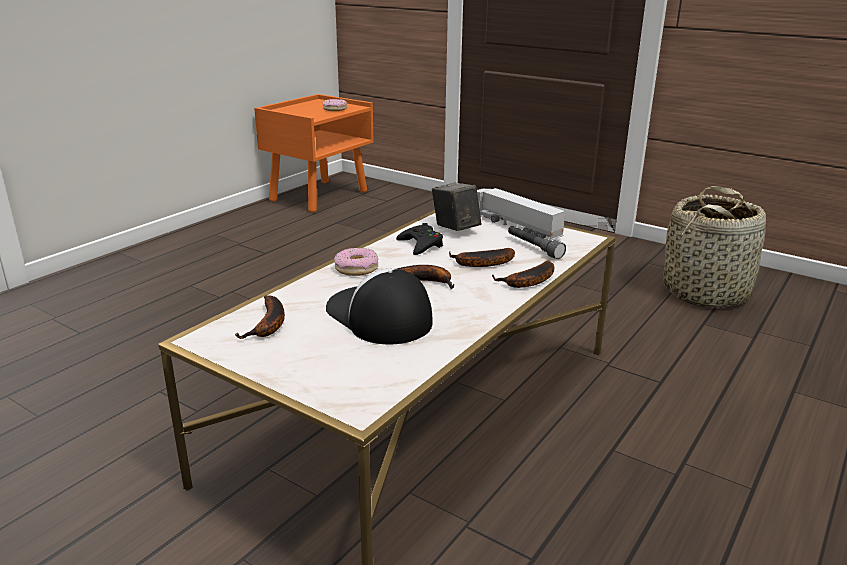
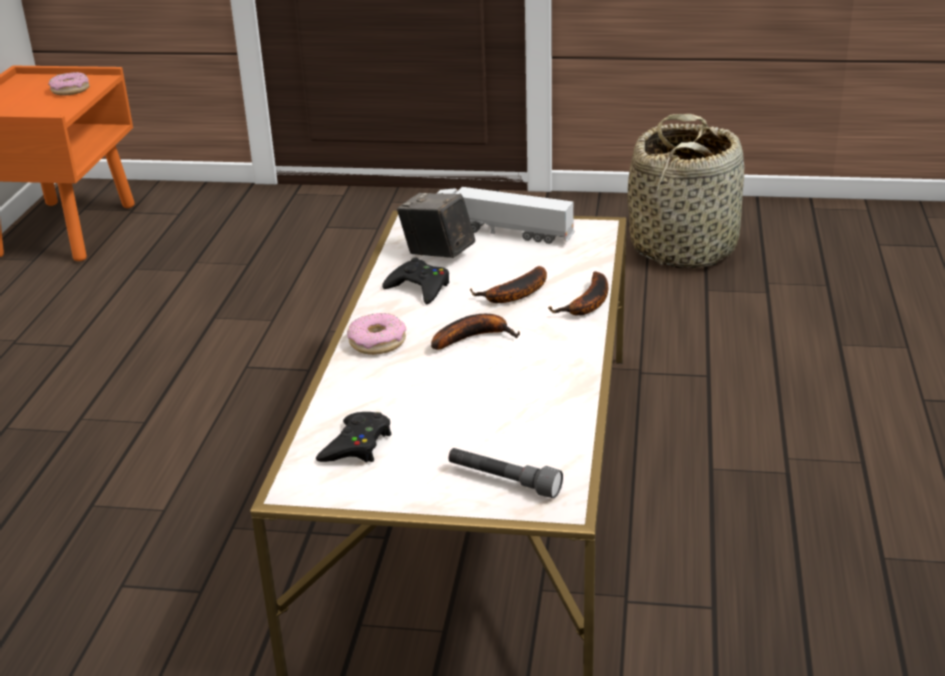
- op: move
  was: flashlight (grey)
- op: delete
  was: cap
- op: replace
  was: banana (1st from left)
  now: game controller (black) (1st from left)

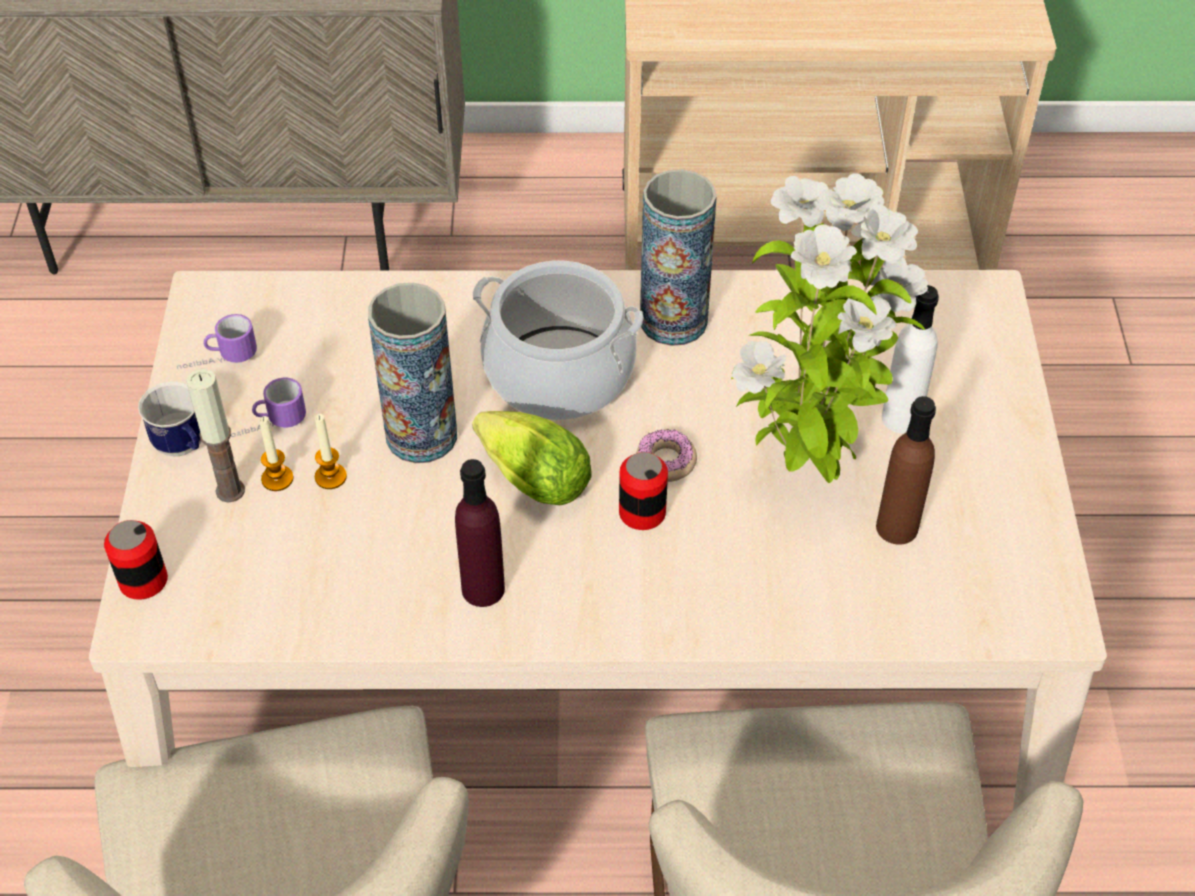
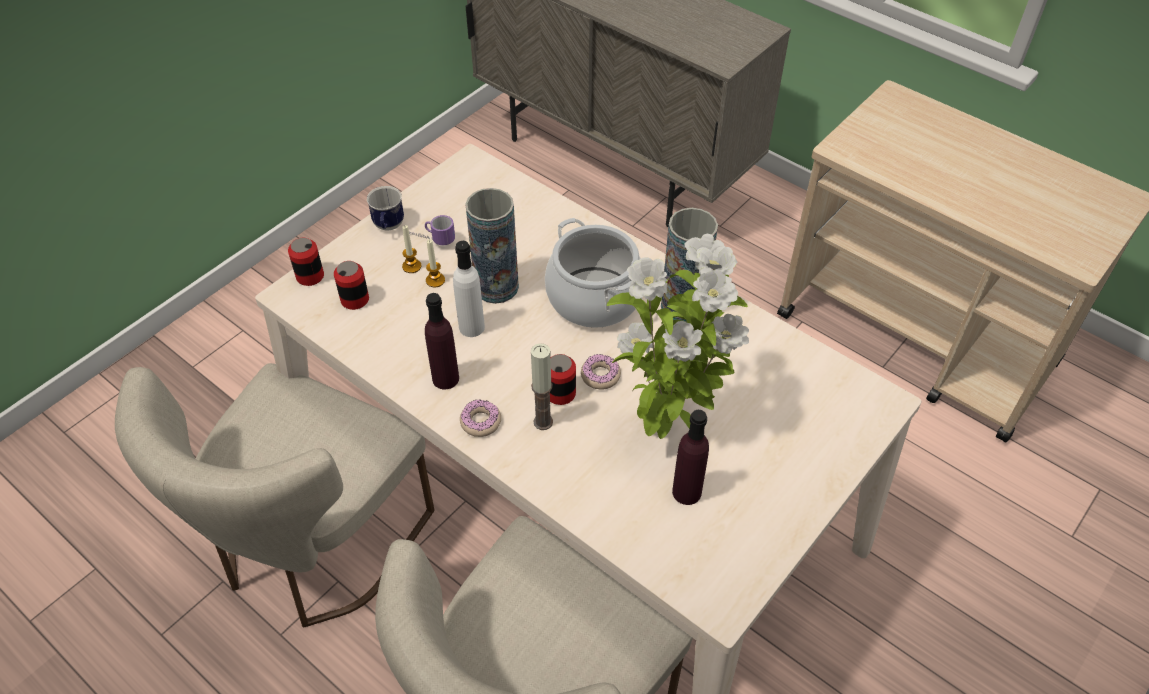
- op: move
  was: bottle (white)
- op: delete
  was: mug (2nd from left)
- op: move
  was: candle (1st from left in the first image)
  now: candle (3rd from left)
- op: recolor
  was: bottle (brown)
  now: bottle (purple) (2nd from left)
- op: delete
  was: lettuce
- op: insert
  now: can (2nd from left)
- op: insert
  now: donut (1st from left)

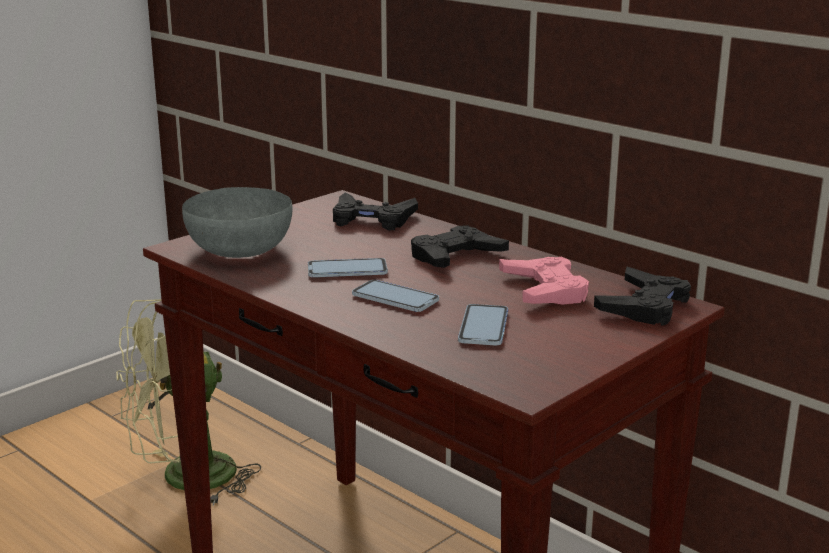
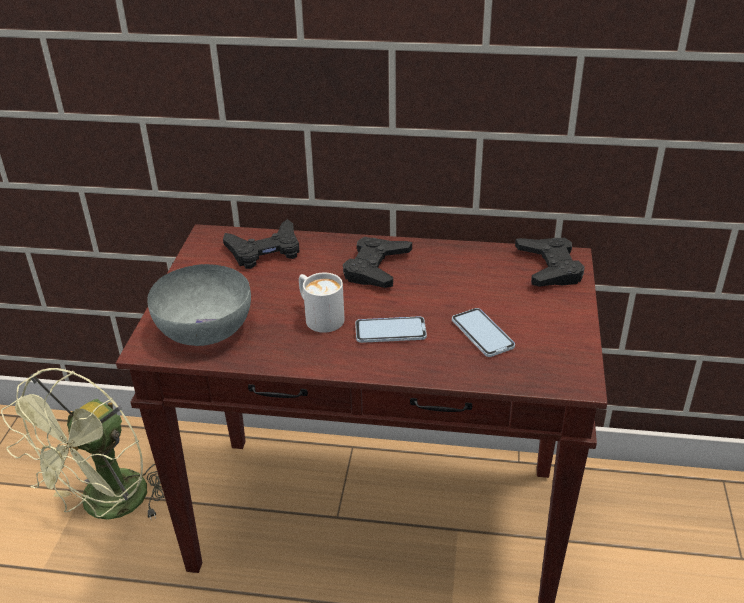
- op: delete
  was: game controller (pink)
- op: replace
  was: phone (1st from left)
  now: mug (white)

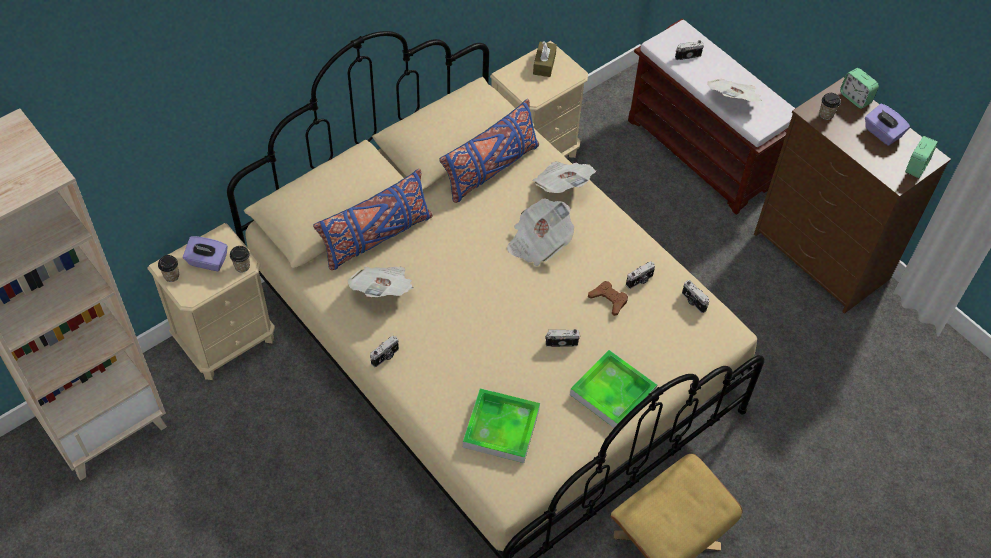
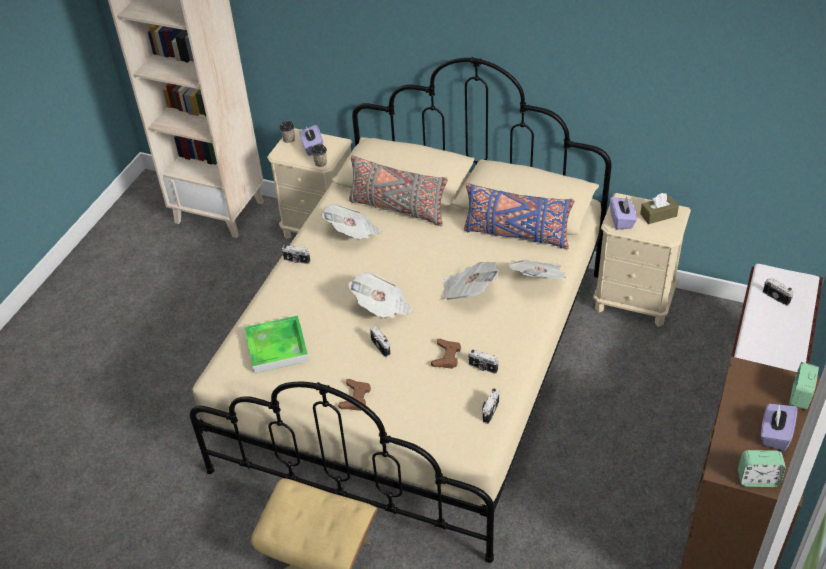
- op: move
  was: newspaper (4th from left in the first image)
  now: newspaper (2nd from left)
- op: delete
  was: cup (3rd from left)
- op: recolor
  was: pillow (blue) (1st from left)
  now: pillow (grey)
- op: replace
  was: tray (2nd from left)
  now: game controller (brown) (1st from left)
- op: insert
  now: tissue box (purple) (2nd from left)

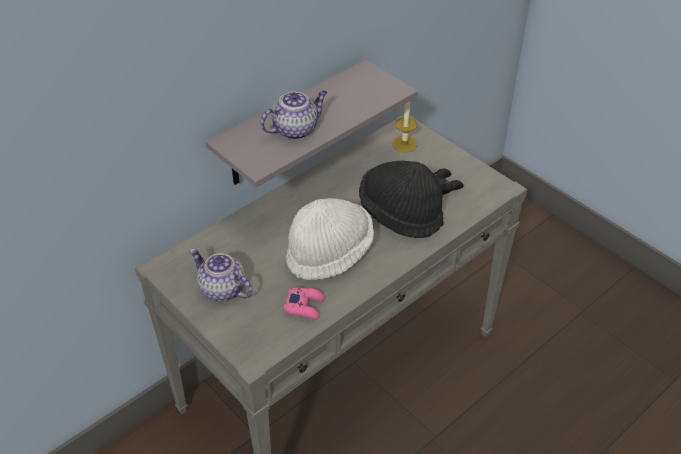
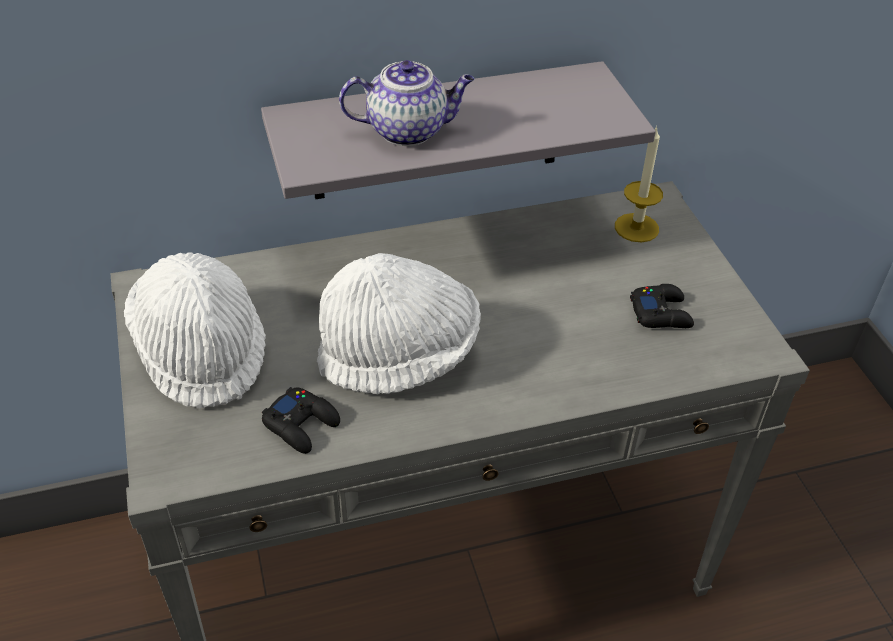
- op: delete
  was: hat (black)
- op: replace
  was: teapot (1st from left)
  now: hat (white) (1st from left)
- op: recolor
  was: game controller (pink)
  now: game controller (black) (1st from left)

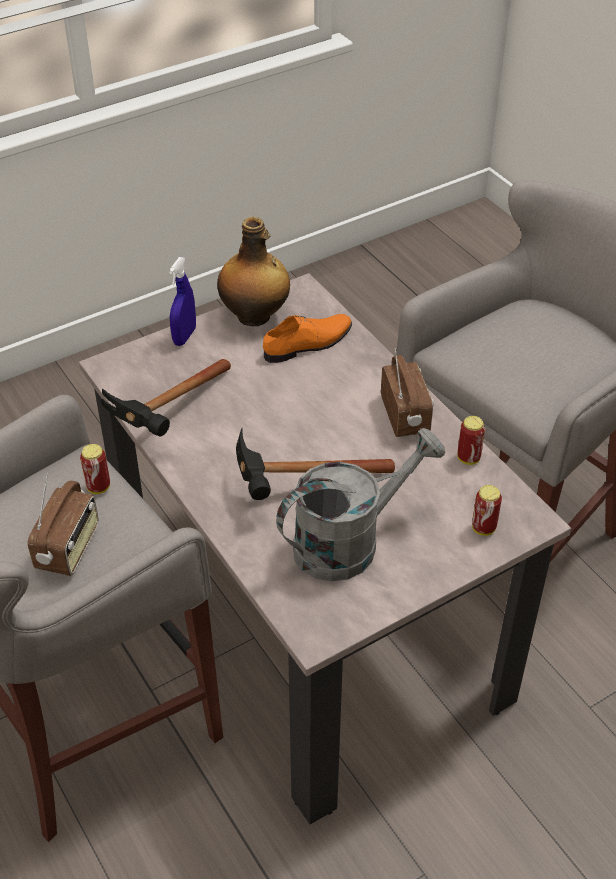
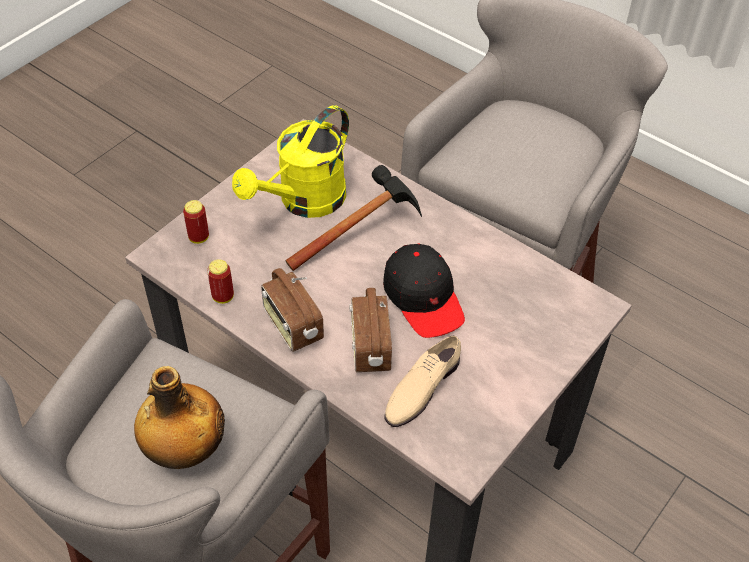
- op: move
  was: bottle
- op: delete
  was: spray bottle (blue)
- op: recolor
  was: shoe (orange)
  now: shoe (beige)
- op: delete
  was: hammer (1st from left)
- op: recolor
  was: watering can (grey)
  now: watering can (yellow)
- op: delete
  was: can (1st from left)
- op: move
  was: radio (1st from left in the first image)
  now: radio (2nd from left)
- op: insert
  now: cap (black)

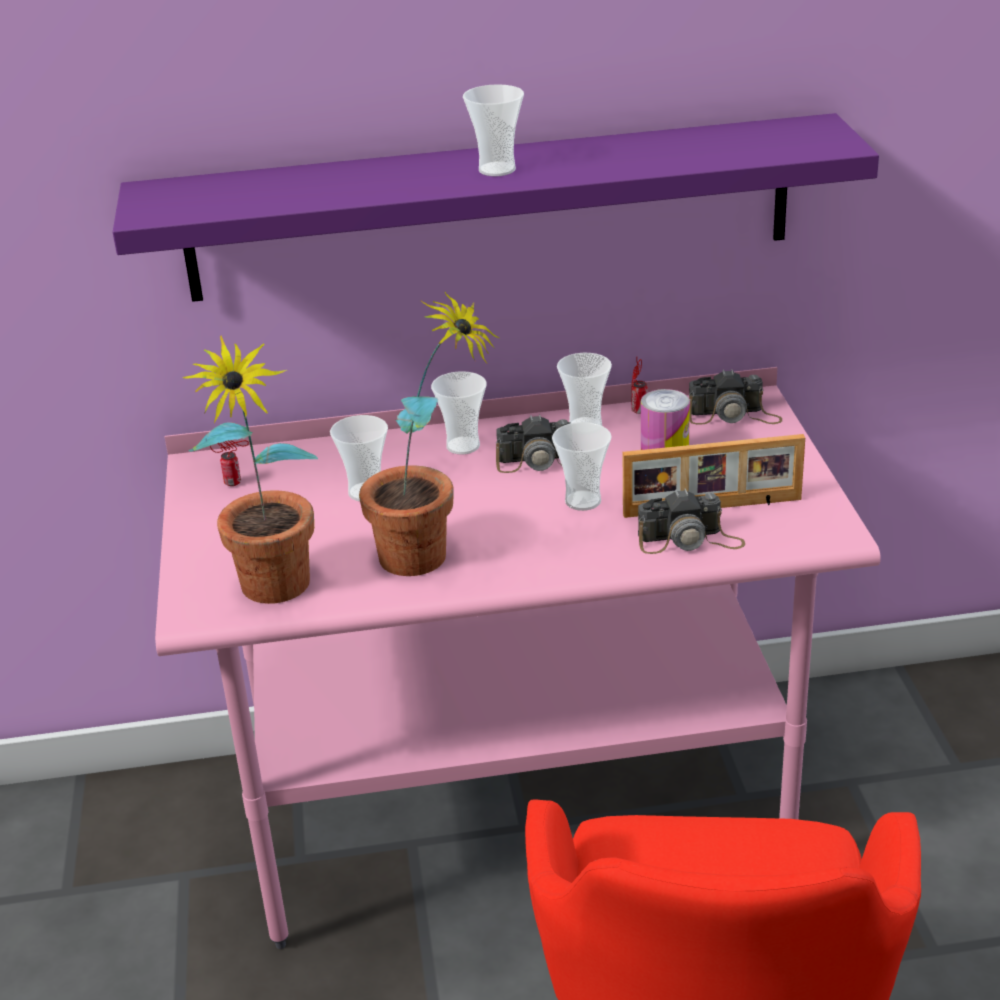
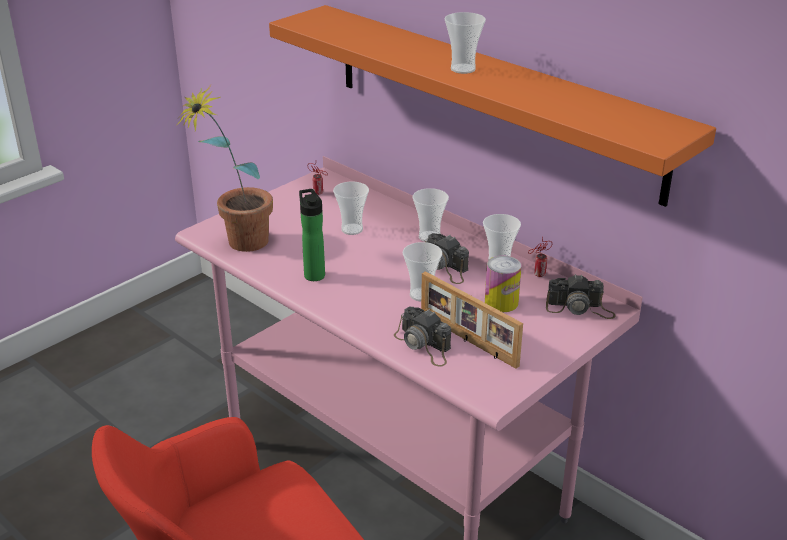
- op: recolor
  was: shelf (purple)
  now: shelf (orange)
- op: replace
  was: potted plant (2nd from left)
  now: bottle
- op: rotate
  was: photo camera (3rd from left)
  clockwise: -45

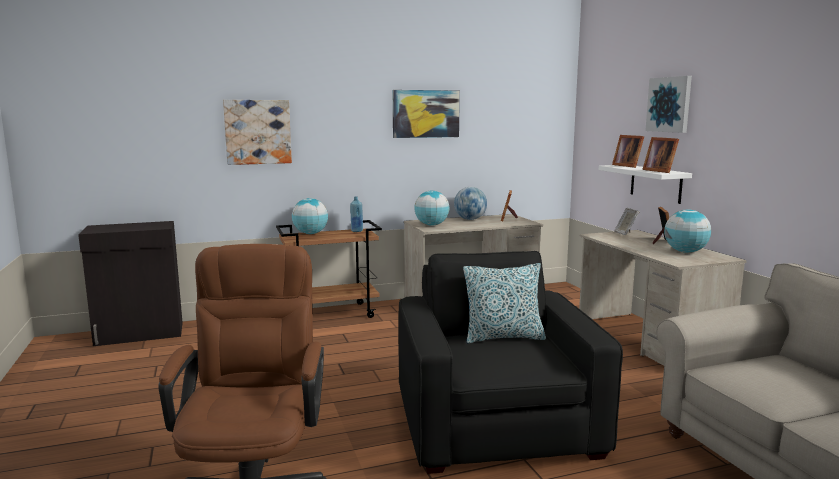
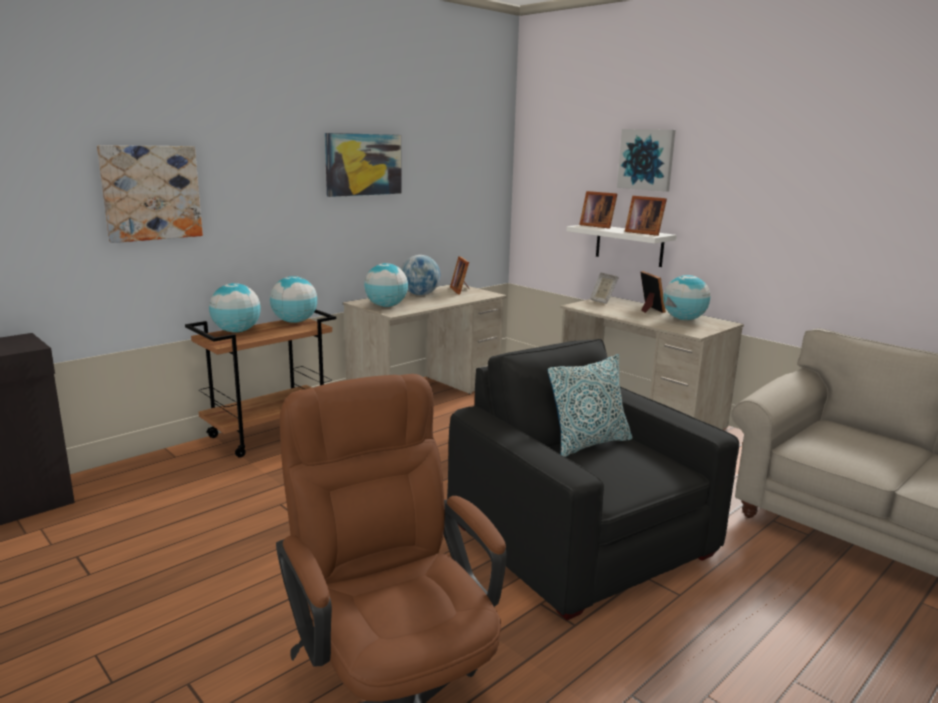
- op: replace
  was: bottle (blue)
  now: globe (2nd from left)

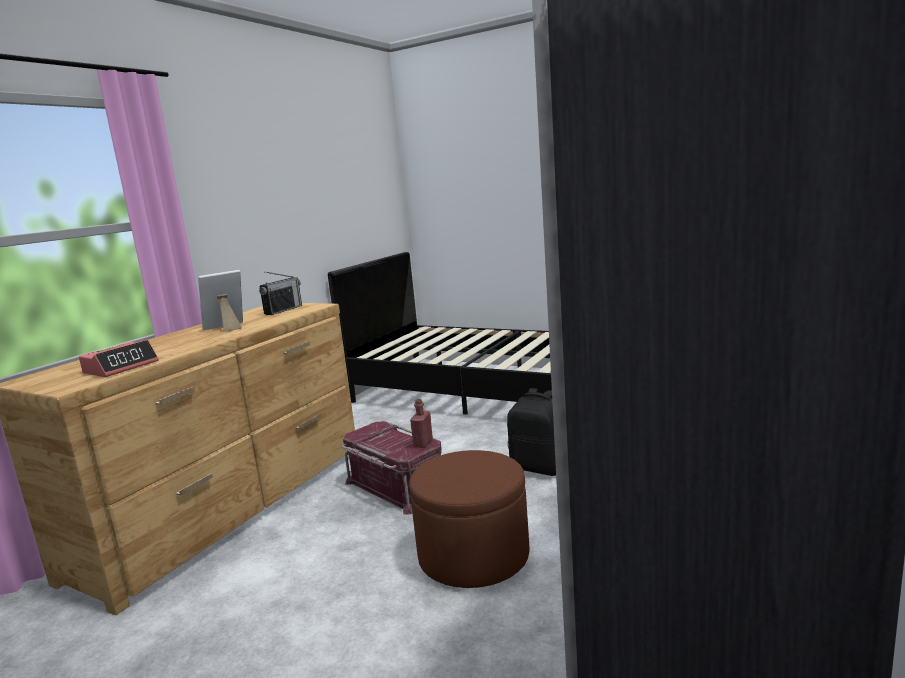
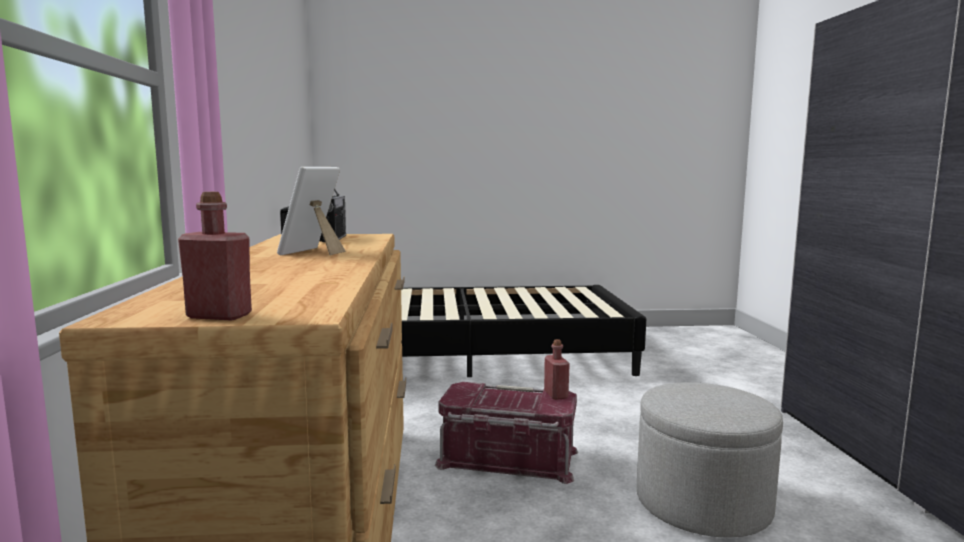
- op: delete
  was: alarm clock
- op: delete
  was: backpack (black)
- op: recolor
  was: ottoman (brown)
  now: ottoman (grey)
- op: insert
  now: bottle (red) (1st from left)

